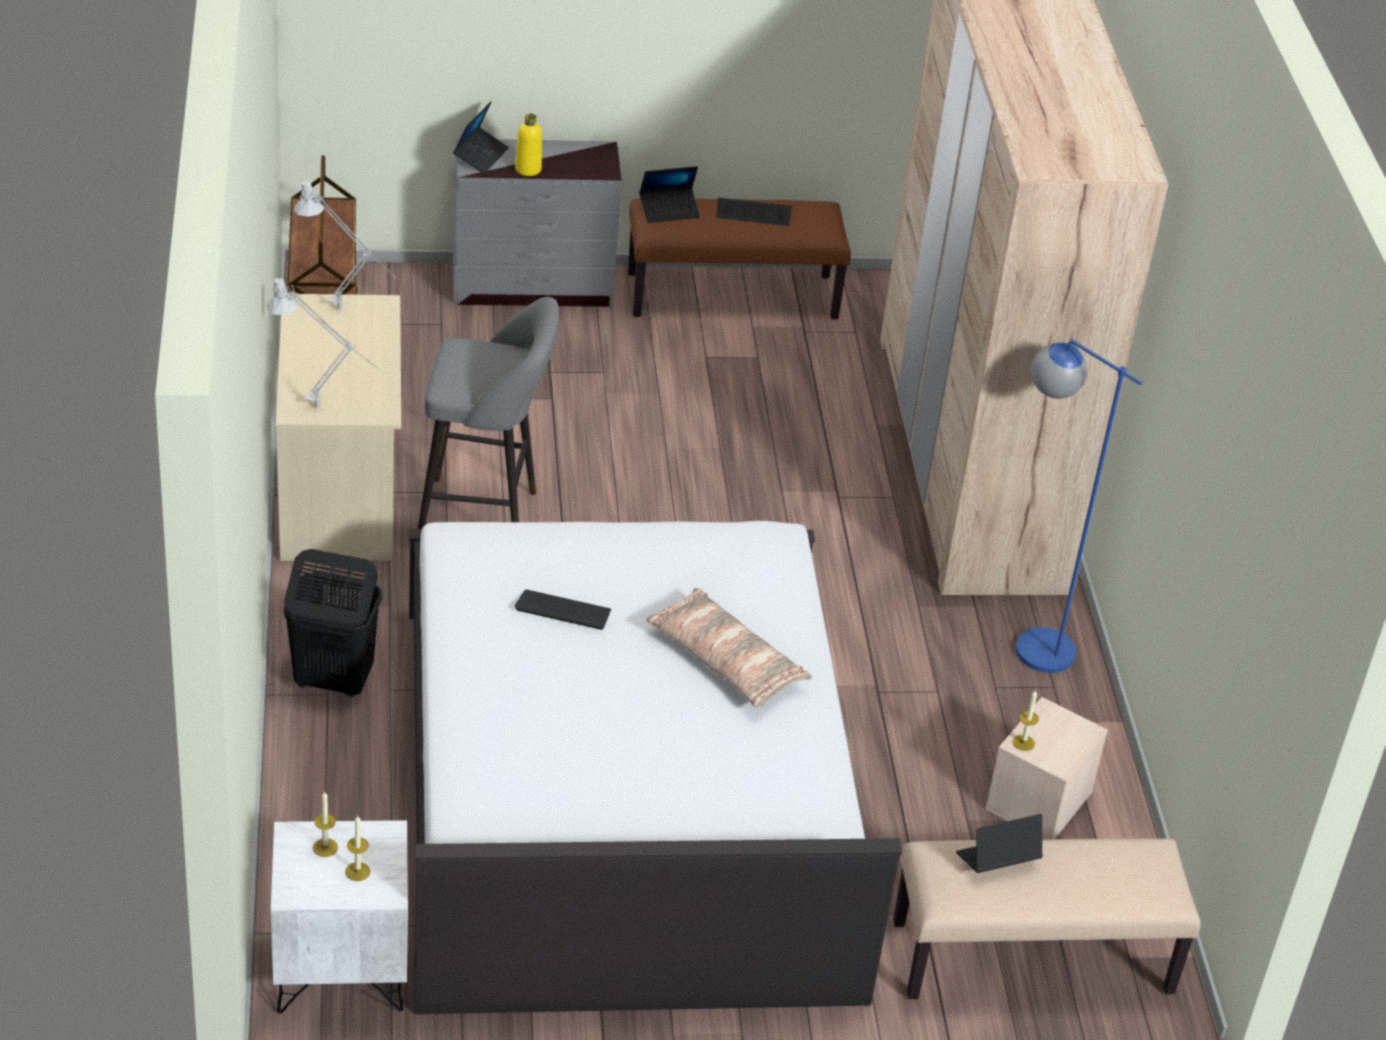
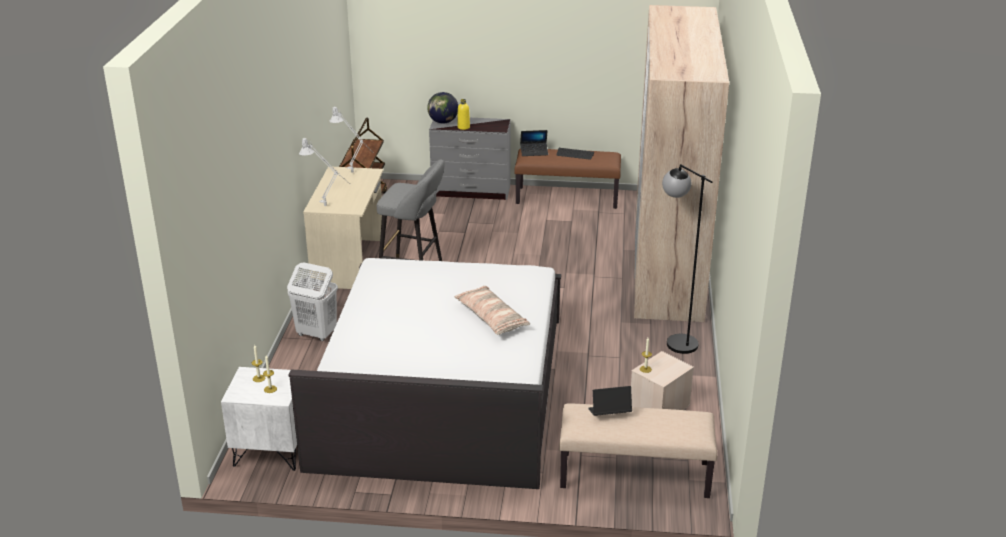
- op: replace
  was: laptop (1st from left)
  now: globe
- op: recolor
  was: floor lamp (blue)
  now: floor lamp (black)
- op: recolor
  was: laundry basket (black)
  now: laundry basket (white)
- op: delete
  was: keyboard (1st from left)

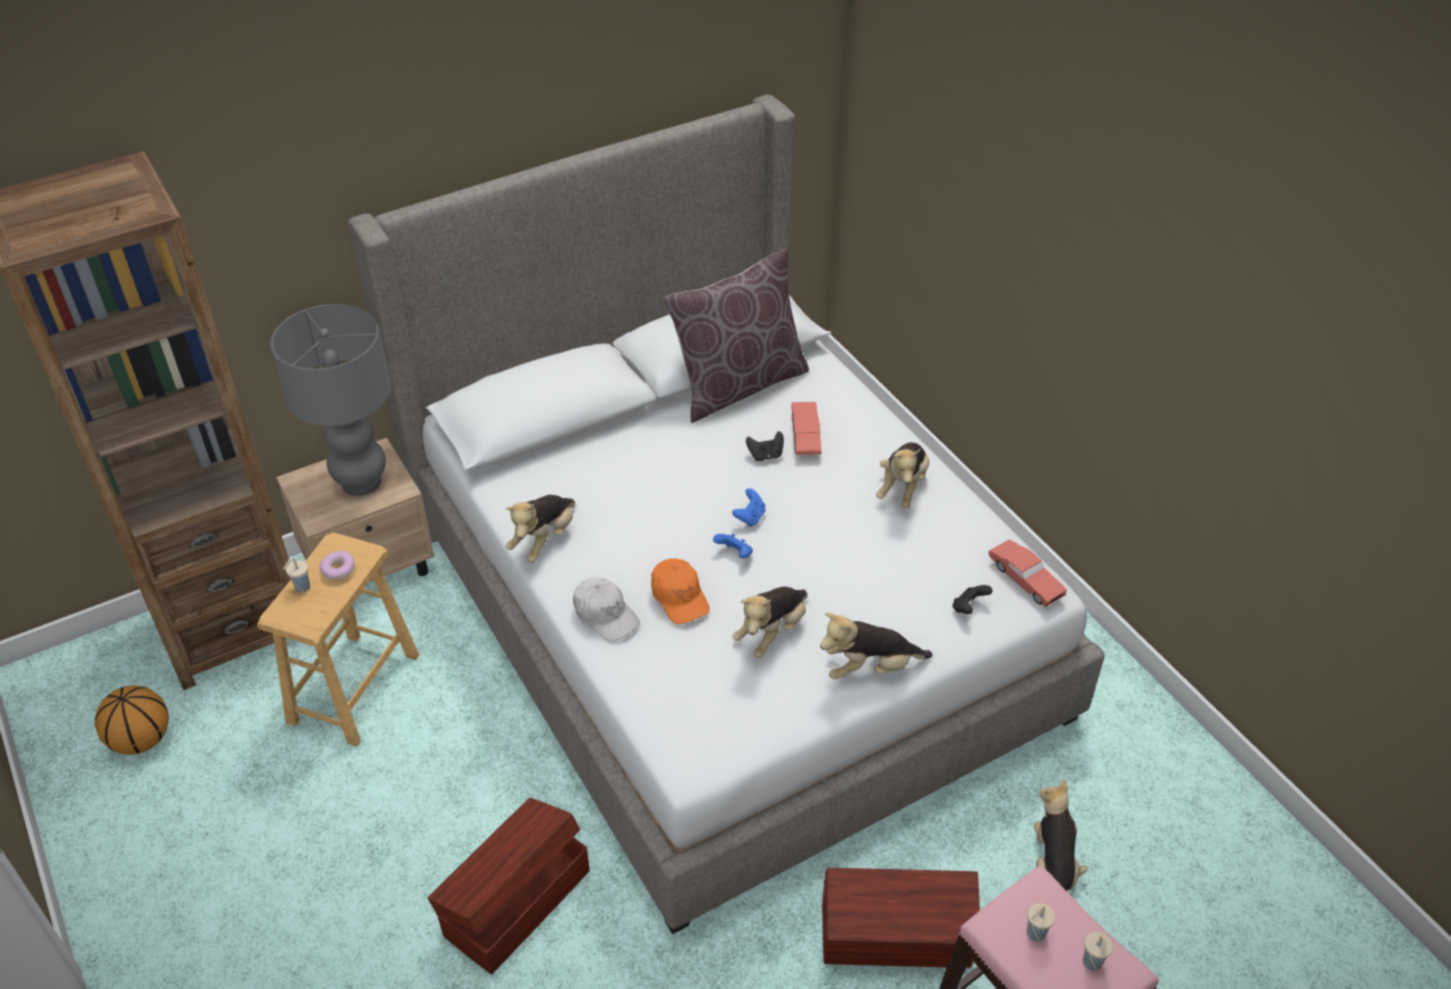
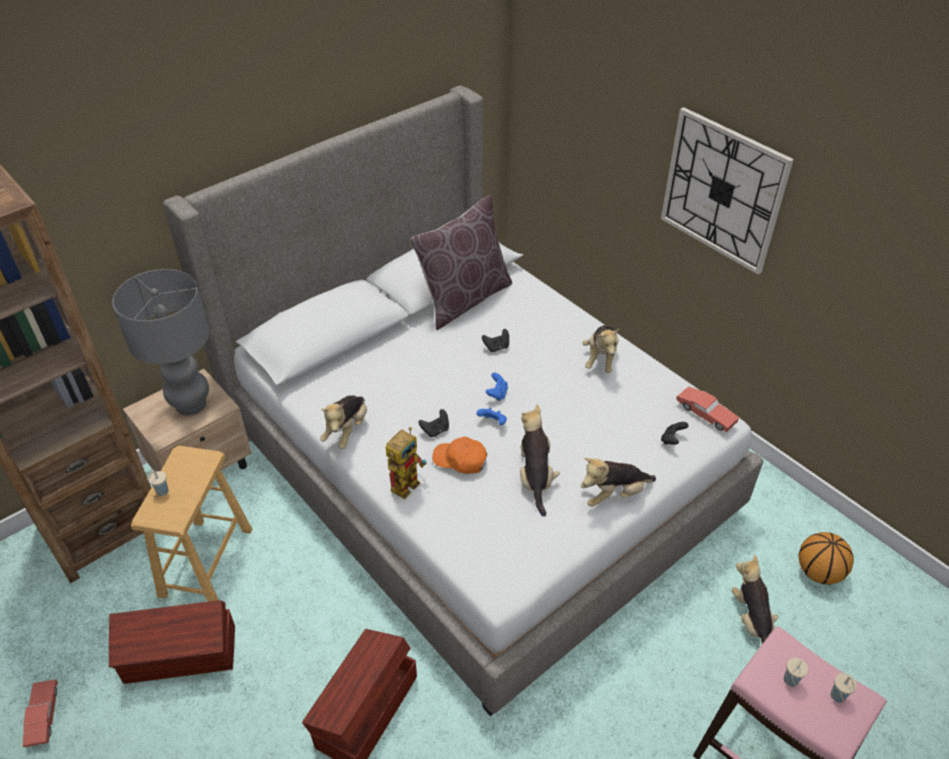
- op: move
  was: toy car (red) (1st from left)
- op: delete
  was: donut
- op: rotate
  was: cap (orange)
  clockwise: 150
- op: replace
  was: cap (white)
  now: toy robot
- op: rotate
  was: plush toy (2nd from left)
  clockwise: 150
- op: move
  was: basketball
- op: move
  was: storage box (brown) (2nd from left in the first image)
  now: storage box (brown) (1st from left)
- op: insert
  now: wall clock
- op: insert
  now: game controller (black) (1st from left)

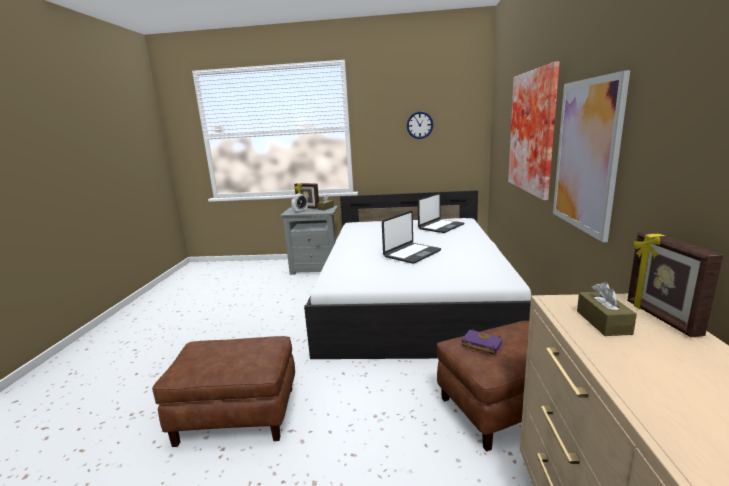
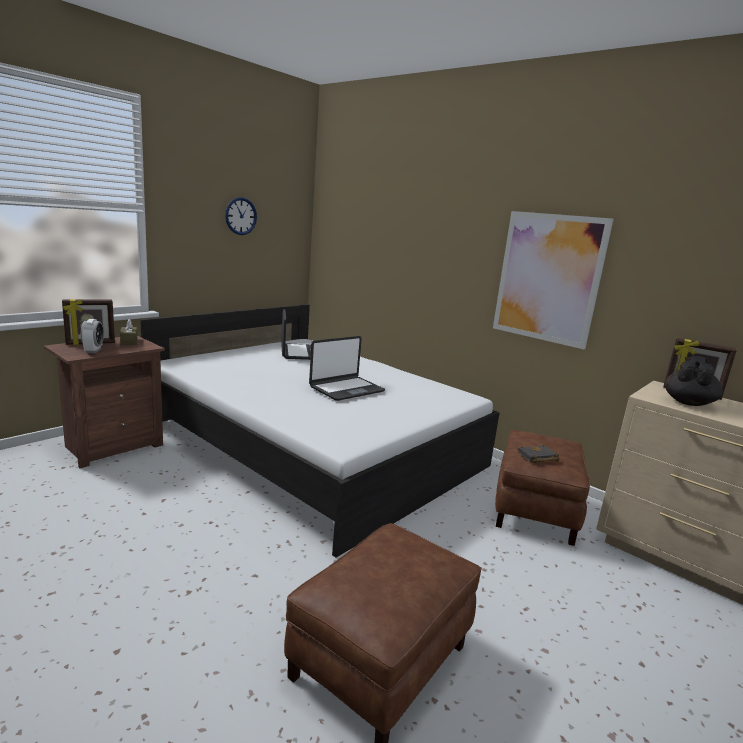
- op: delete
  was: picture (1st from left)
- op: recolor
  was: nightstand (grey)
  now: nightstand (brown)
- op: rotate
  was: laptop (1st from left in the first image)
  clockwise: 60
- op: replace
  was: tissue box (brown) (2nd from left)
  now: teapot (black)
- op: recolor
  was: book (purple)
  now: book (black)

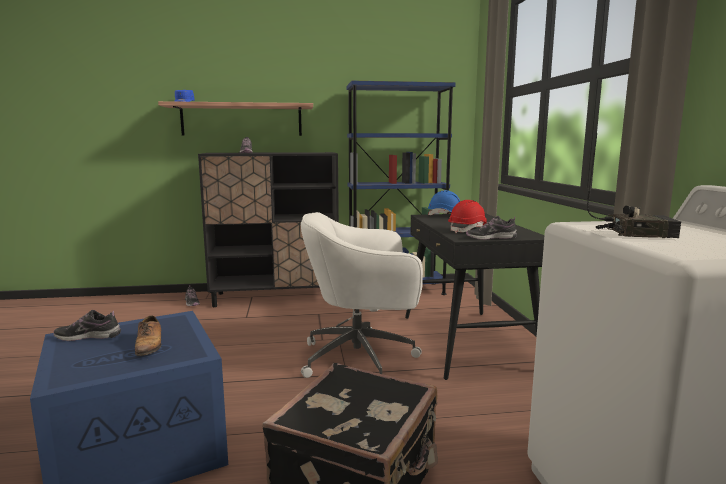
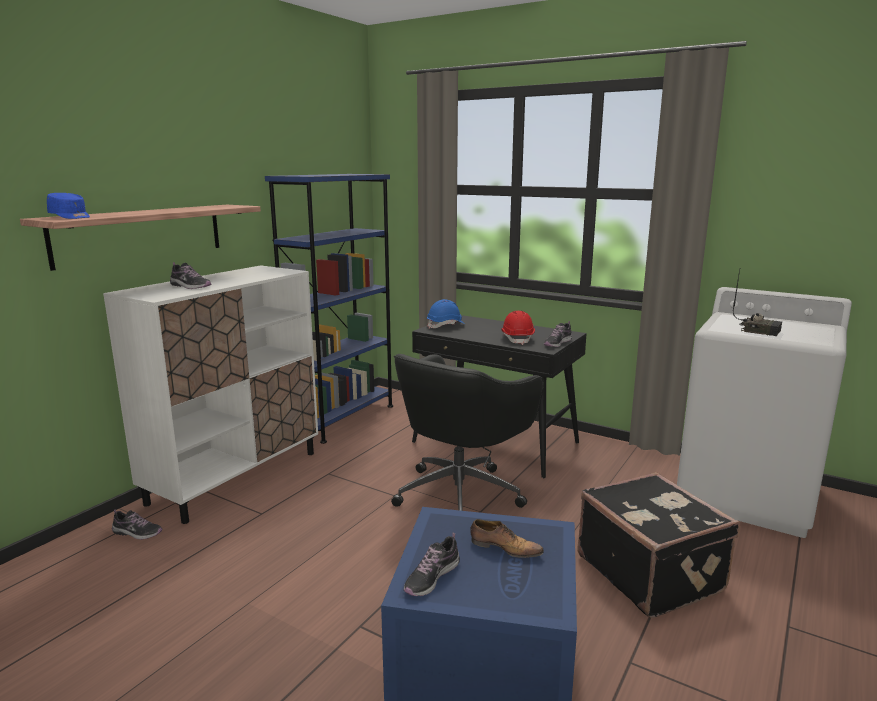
- op: rotate
  was: radio
  clockwise: 75
- op: recolor
  was: cabinet (black)
  now: cabinet (white)
- op: recolor
  was: office chair (white)
  now: office chair (black)

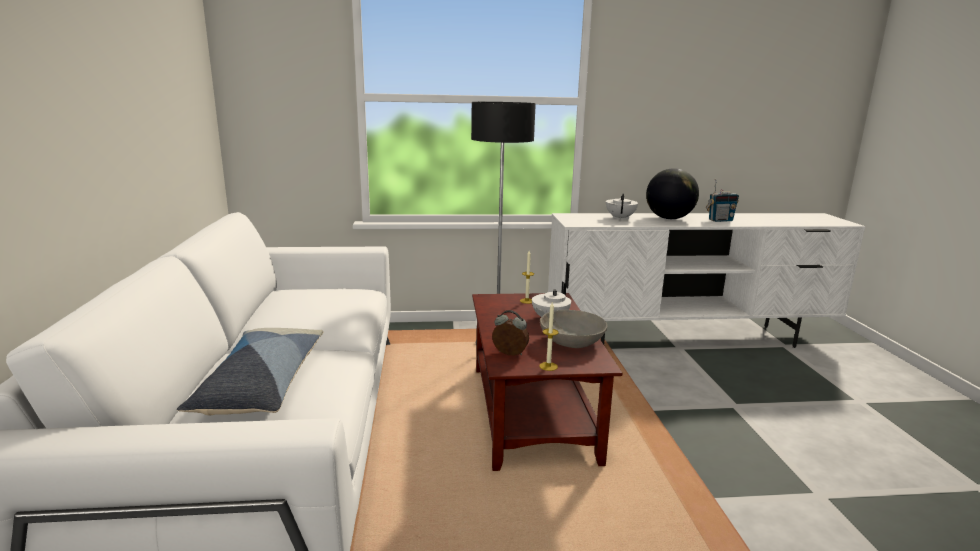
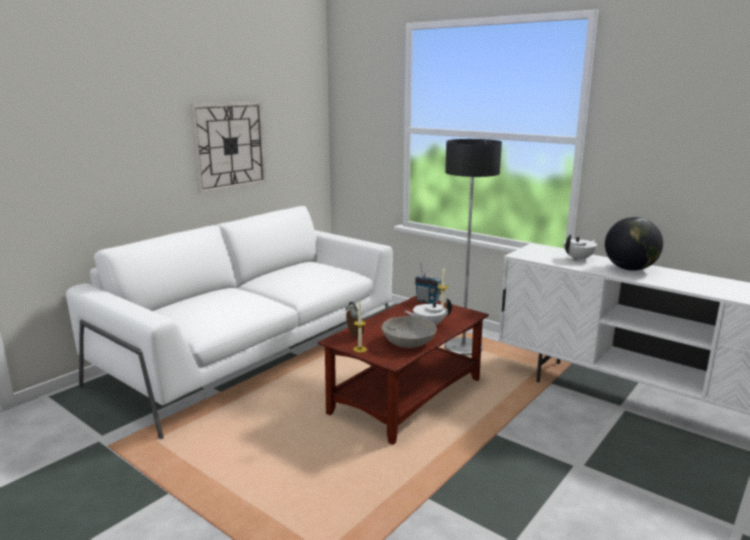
- op: move
  was: radio
- op: delete
  was: pillow
- op: insert
  now: wall clock

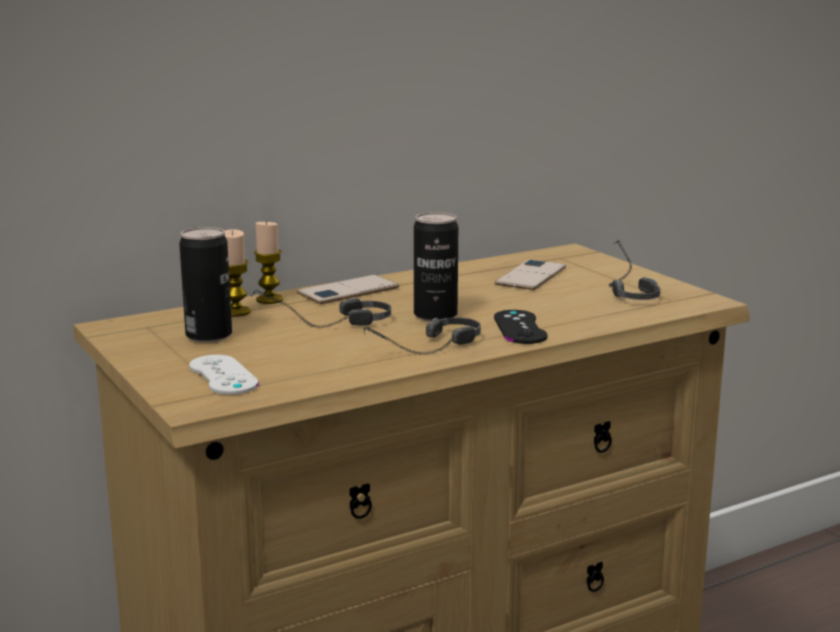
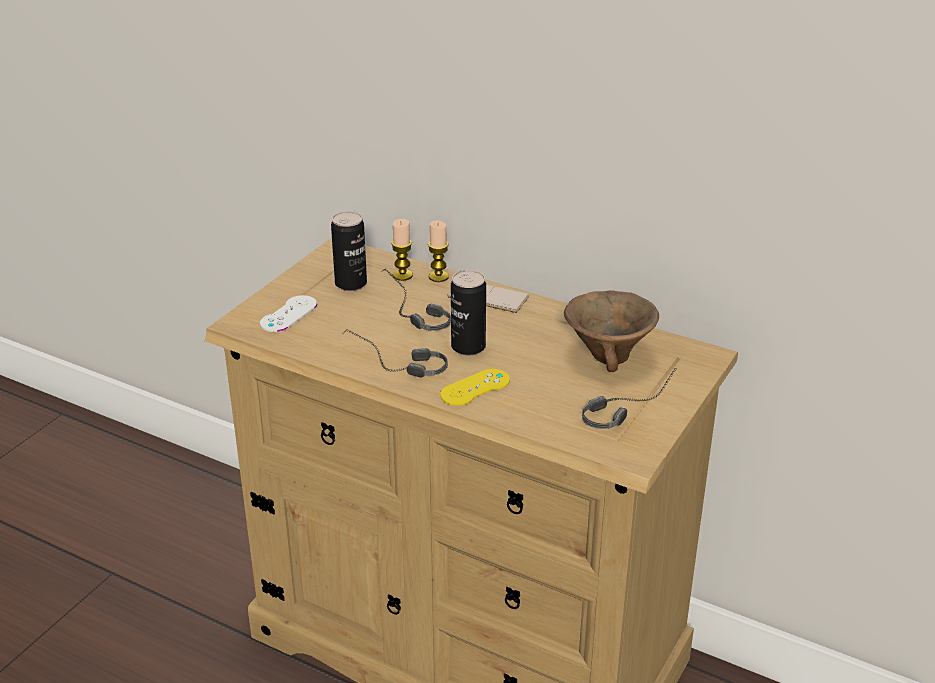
- op: replace
  was: phone (2nd from left)
  now: bowl (brown)
- op: recolor
  was: game controller (black)
  now: game controller (yellow)

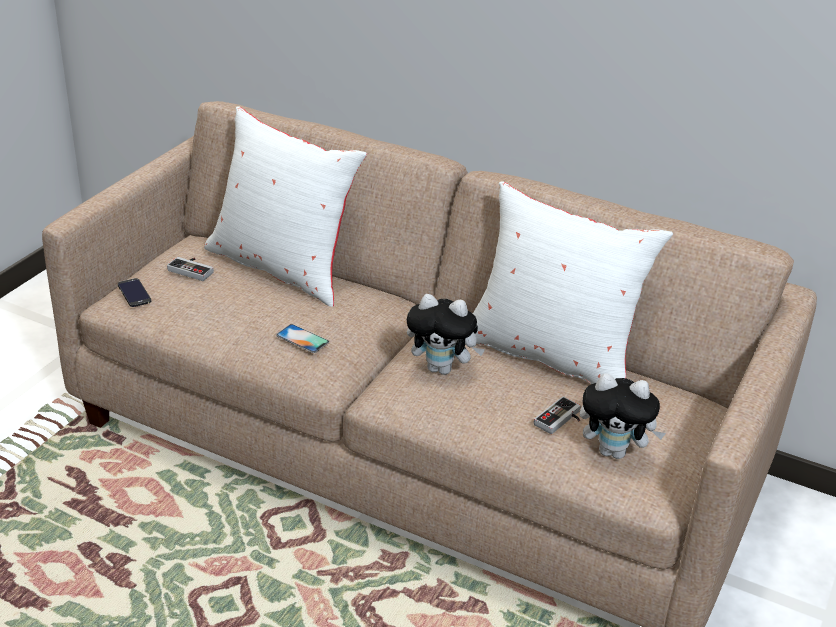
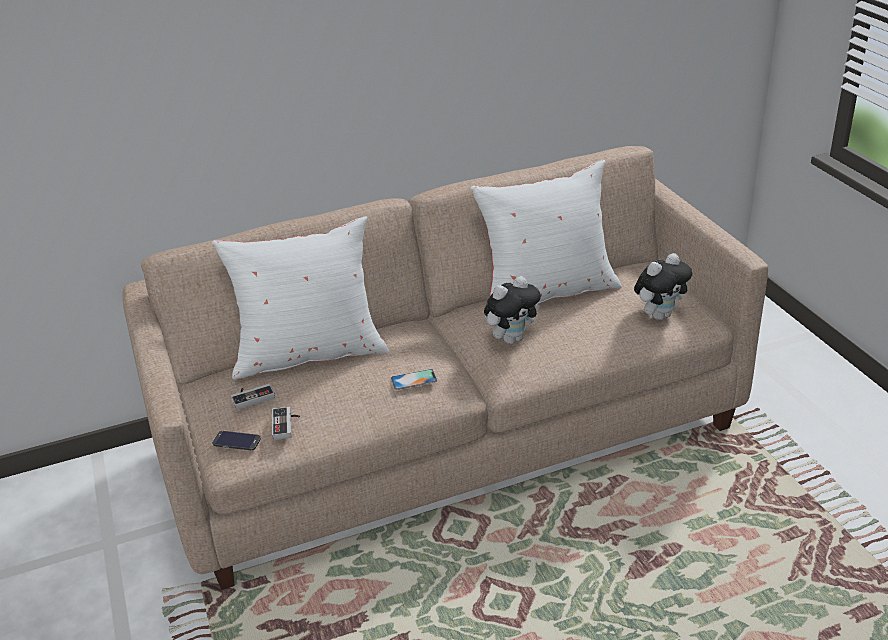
- op: move
  was: game controller (2nd from left)

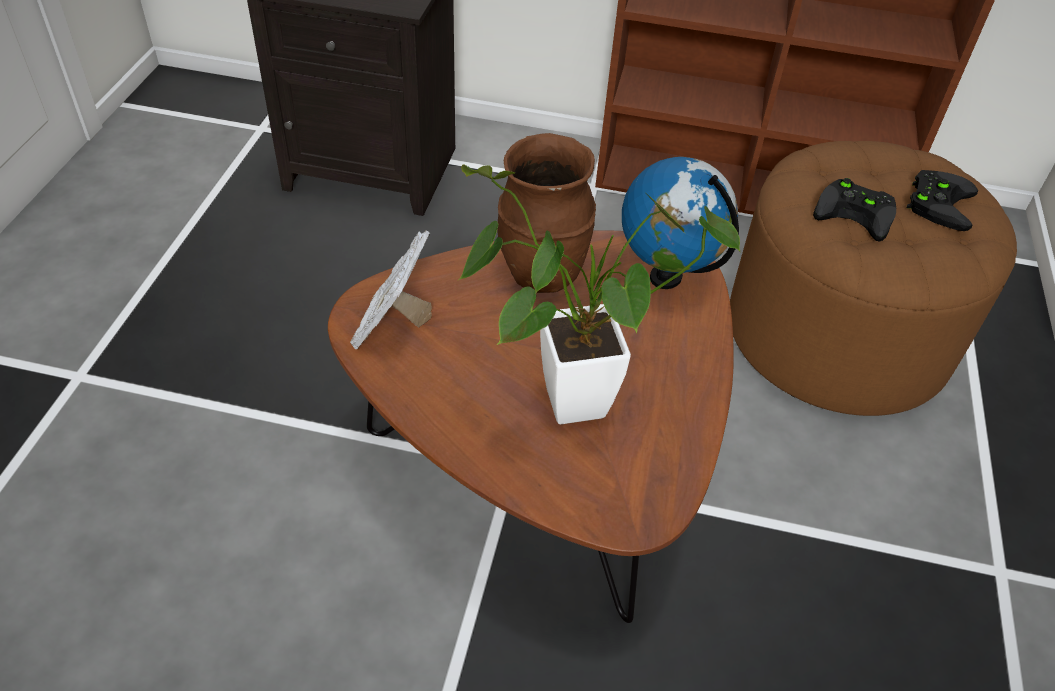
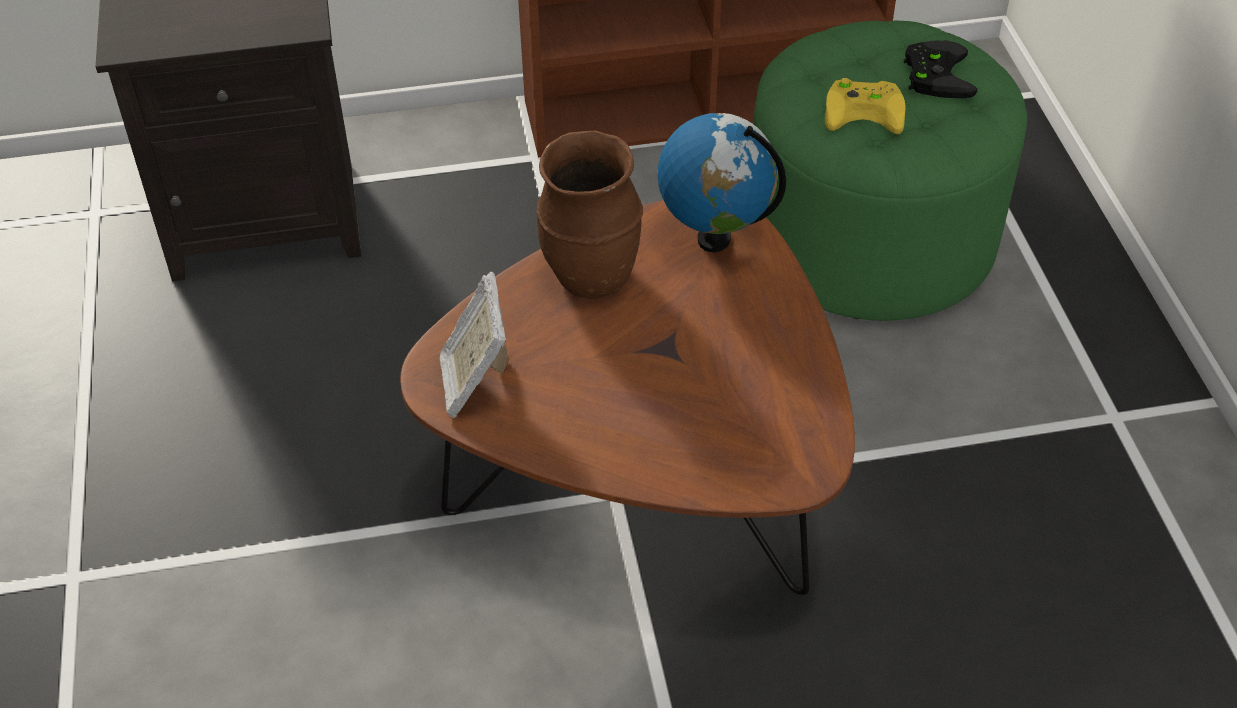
- op: recolor
  was: ottoman (brown)
  now: ottoman (green)
- op: delete
  was: potted plant
- op: recolor
  was: game controller (black) (1st from left)
  now: game controller (yellow)

